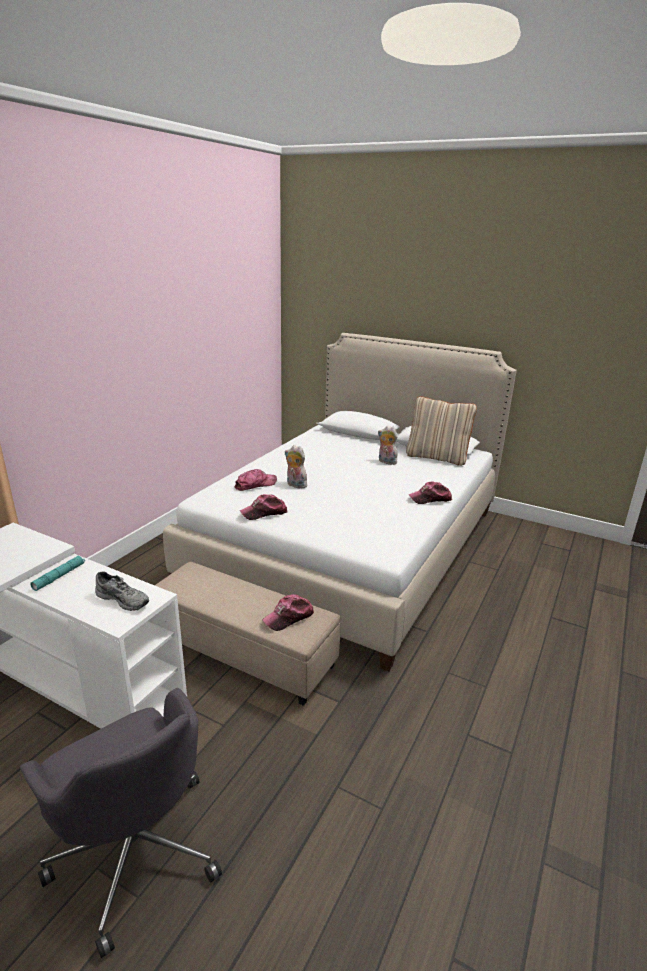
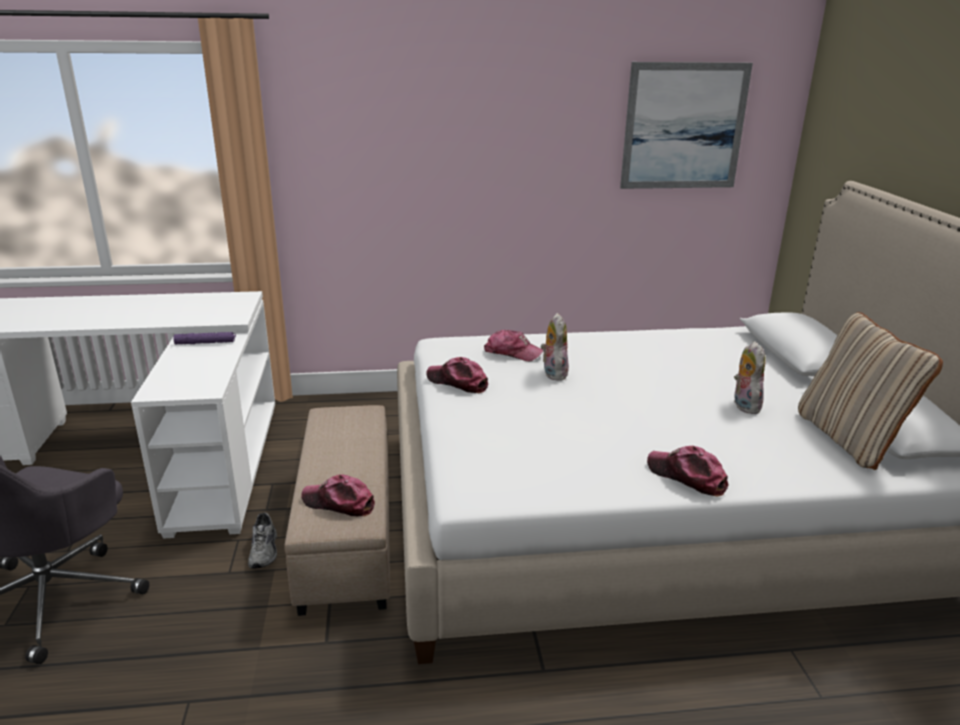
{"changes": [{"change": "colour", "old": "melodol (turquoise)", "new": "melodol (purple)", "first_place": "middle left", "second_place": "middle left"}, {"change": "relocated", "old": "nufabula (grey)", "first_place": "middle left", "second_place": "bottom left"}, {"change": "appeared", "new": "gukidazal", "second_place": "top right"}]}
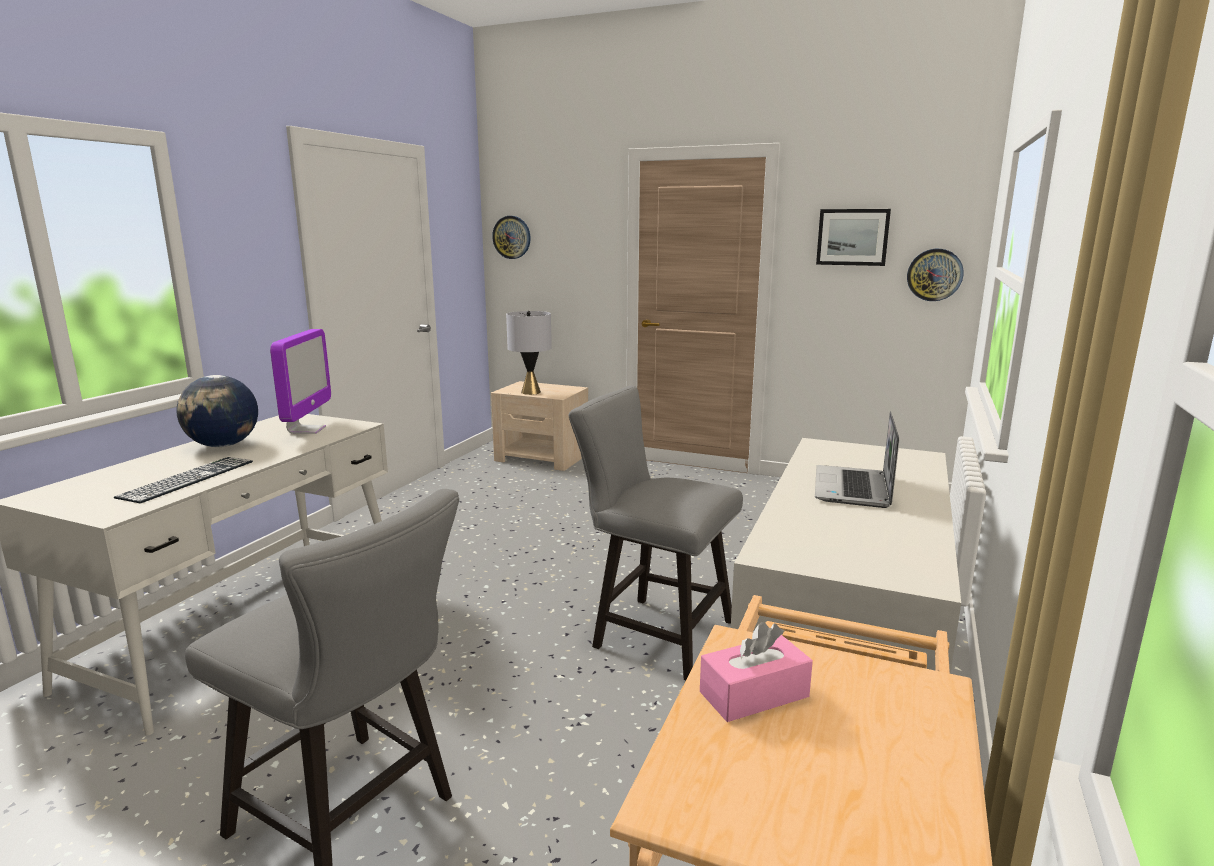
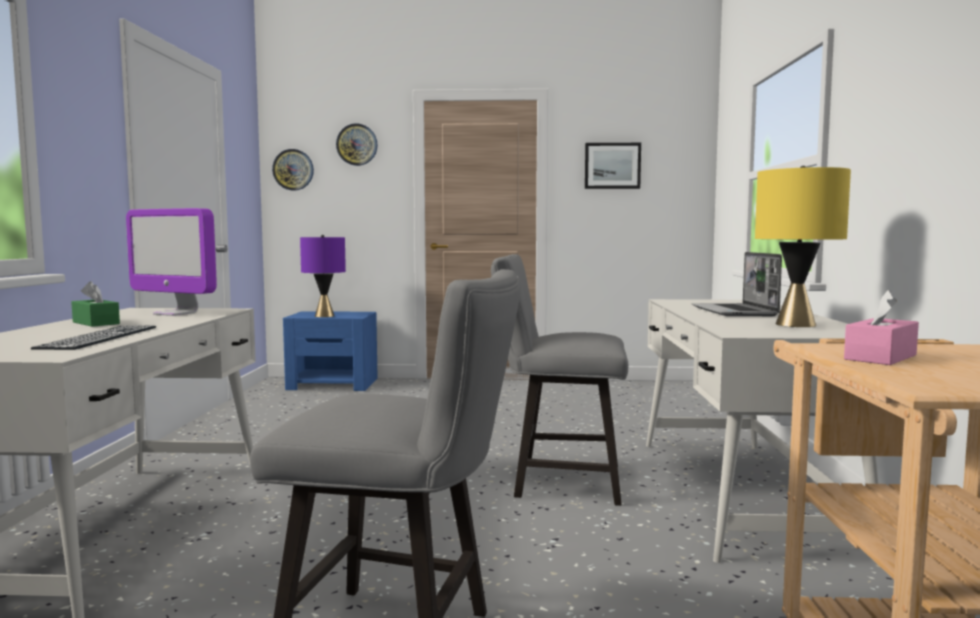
{"changes": [{"change": "exchanged", "old": "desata", "new": "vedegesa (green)", "first_place": "middle left", "second_place": "middle left"}, {"change": "spun", "old": "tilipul", "first_place": "middle left", "second_place": "middle left", "degrees": 135}, {"change": "colour", "old": "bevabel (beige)", "new": "bevabel (blue)", "first_place": "centre", "second_place": "centre"}, {"change": "colour", "old": "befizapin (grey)", "new": "befizapin (purple)", "first_place": "centre", "second_place": "middle left"}, {"change": "relocated", "old": "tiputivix (no. 2 from left)", "first_place": "top right", "second_place": "top centre"}, {"change": "appeared", "new": "befizapin (yellow)", "second_place": "middle right"}]}
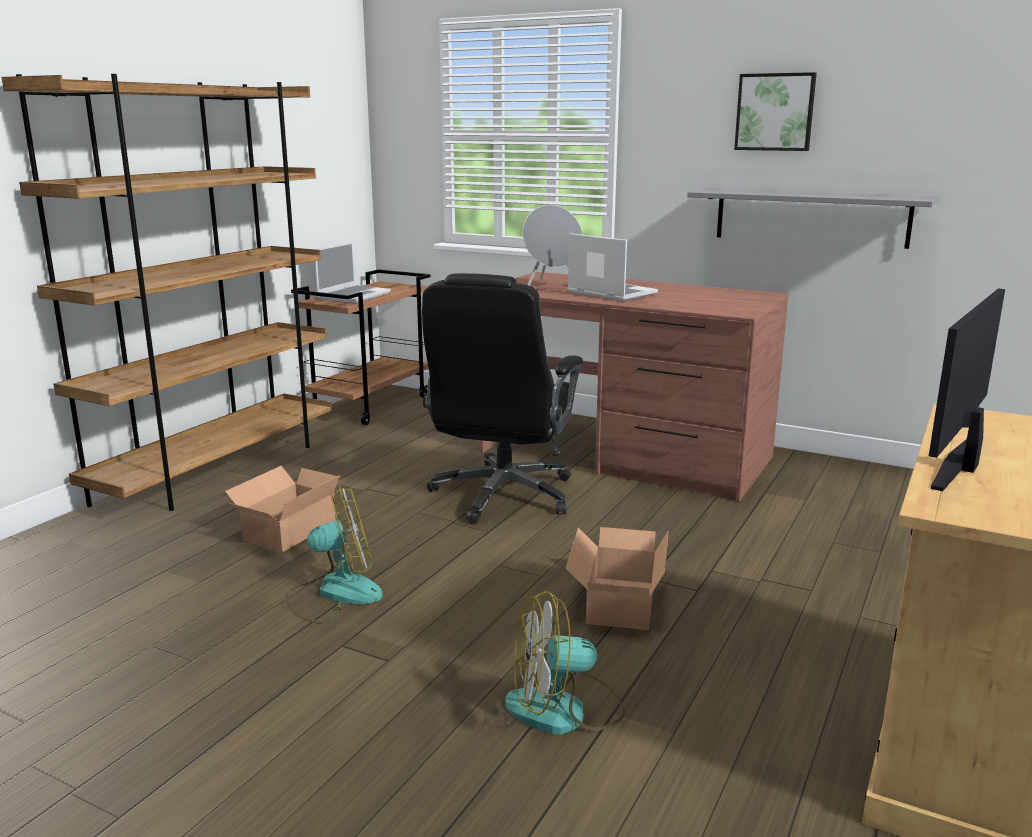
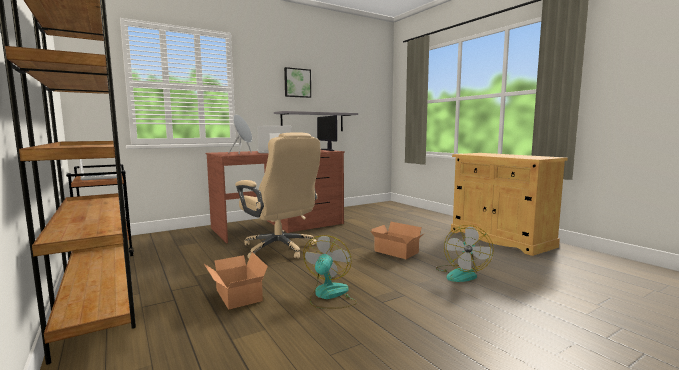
{"changes": [{"change": "colour", "old": "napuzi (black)", "new": "napuzi (beige)", "first_place": "centre", "second_place": "centre"}, {"change": "relocated", "old": "tilipul", "first_place": "middle right", "second_place": "centre"}]}
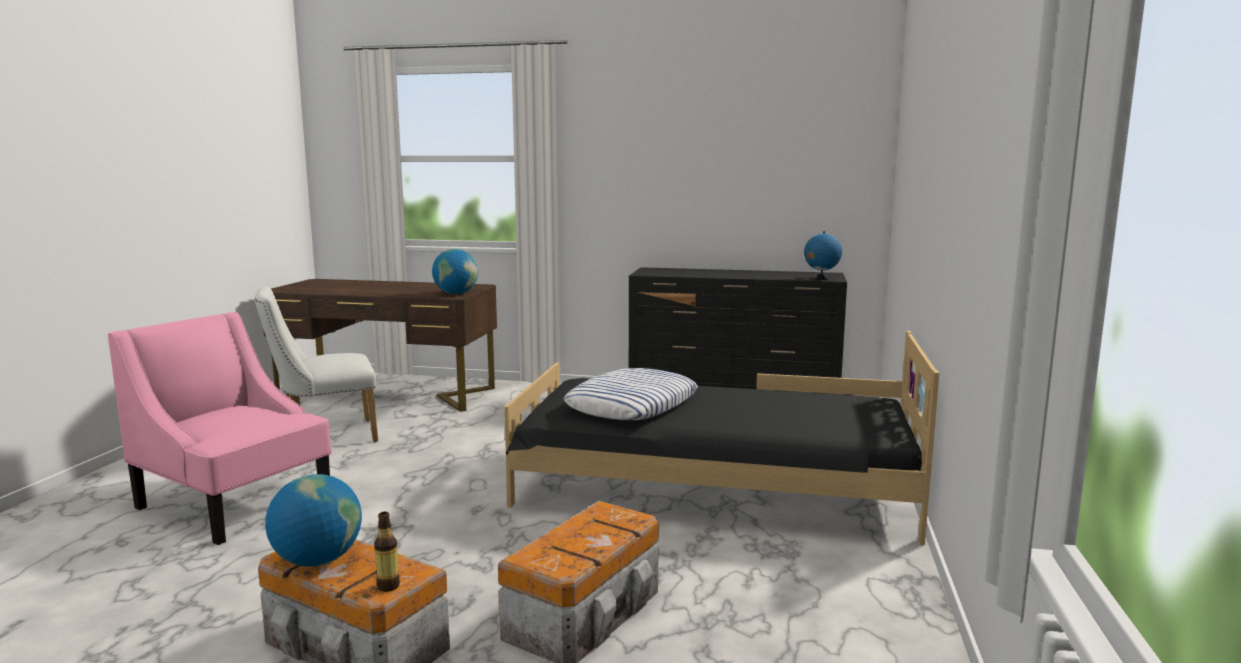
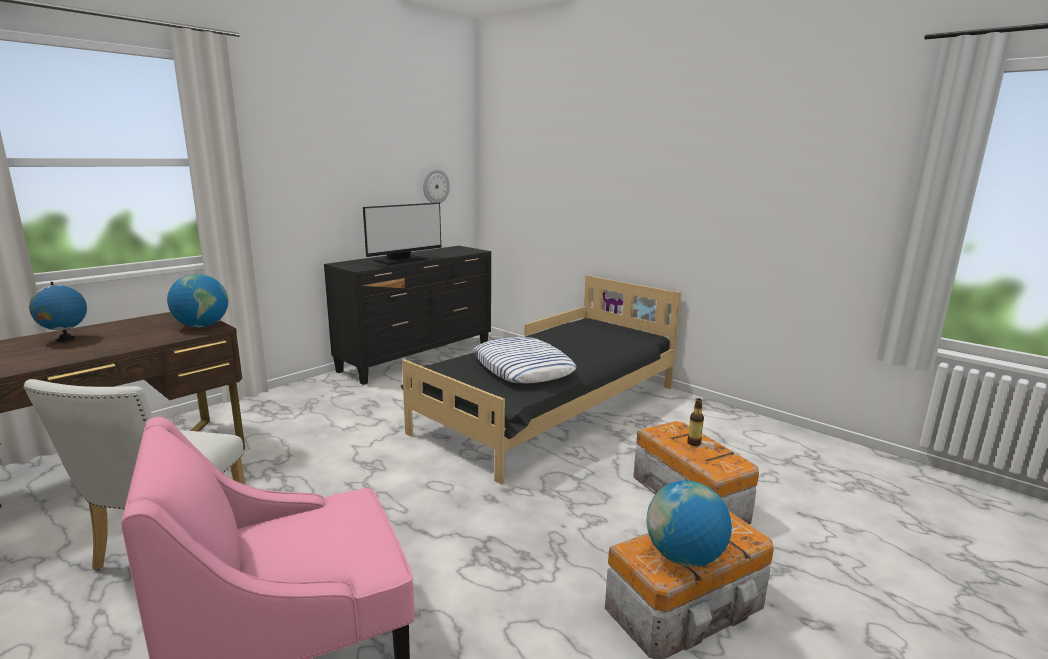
{"changes": [{"change": "relocated", "old": "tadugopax", "first_place": "bottom left", "second_place": "centre"}, {"change": "relocated", "old": "desata (no. 3 from left in the first image)", "new": "desata (no. 1 from left)", "first_place": "centre", "second_place": "middle left"}, {"change": "appeared", "new": "tilipul", "second_place": "centre"}, {"change": "appeared", "new": "tiputivix", "second_place": "top centre"}]}
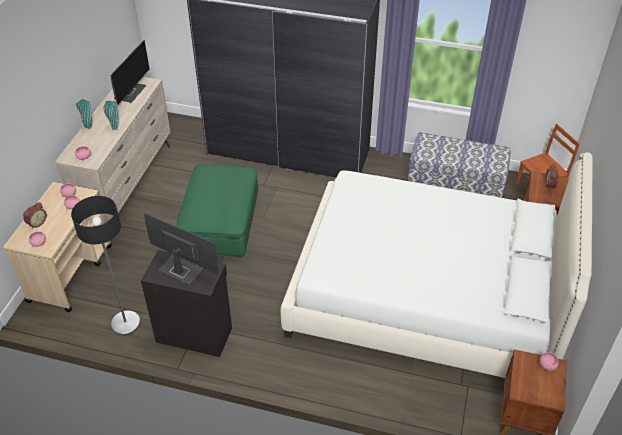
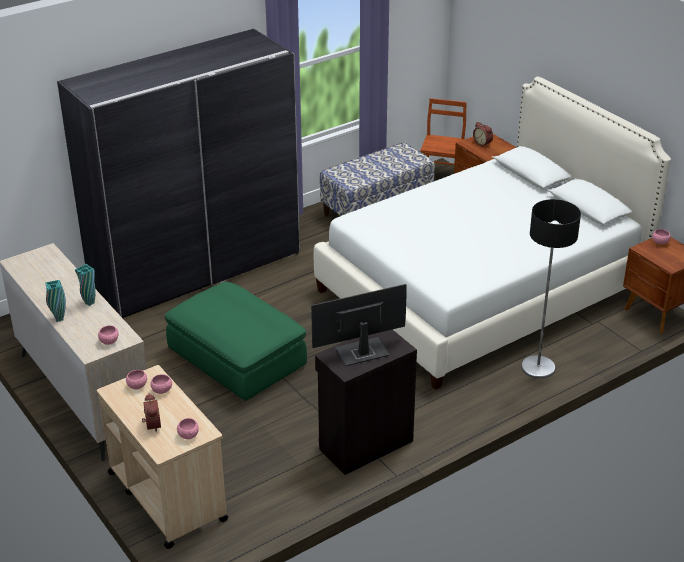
{"changes": [{"change": "relocated", "old": "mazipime", "first_place": "middle left", "second_place": "middle right"}, {"change": "missing", "old": "tilipul (no. 1 from left)", "first_place": "top left"}]}
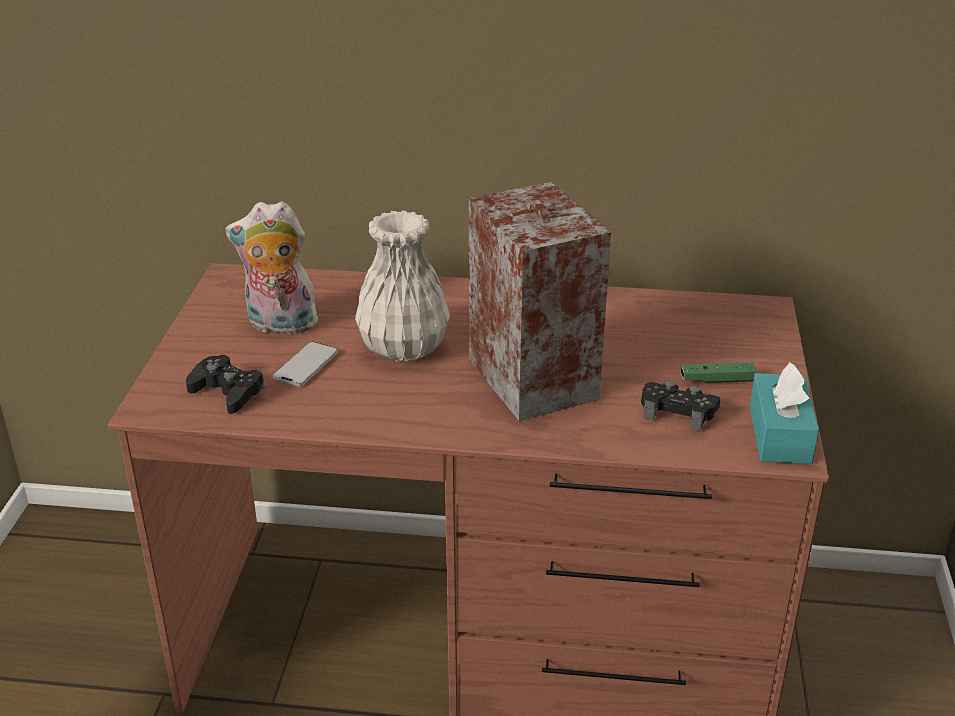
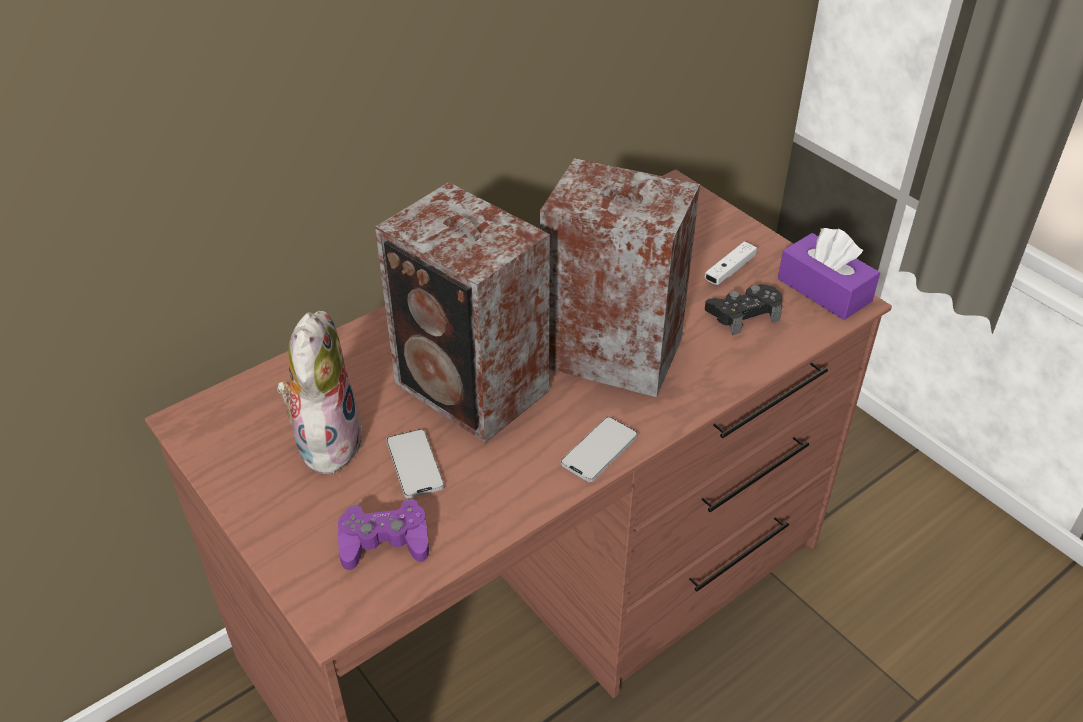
{"changes": [{"change": "colour", "old": "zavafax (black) (no. 1 from left)", "new": "zavafax (purple)", "first_place": "middle left", "second_place": "bottom centre"}, {"change": "spun", "old": "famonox", "first_place": "middle left", "second_place": "middle left", "degrees": 135}, {"change": "exchanged", "old": "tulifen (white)", "new": "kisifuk (no. 1 from left)", "first_place": "centre", "second_place": "centre"}, {"change": "colour", "old": "zavafax (green)", "new": "zavafax (white)", "first_place": "middle right", "second_place": "middle right"}, {"change": "colour", "old": "vedegesa (turquoise)", "new": "vedegesa (purple)", "first_place": "middle right", "second_place": "middle right"}, {"change": "appeared", "new": "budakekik (no. 2 from left)", "second_place": "centre"}]}
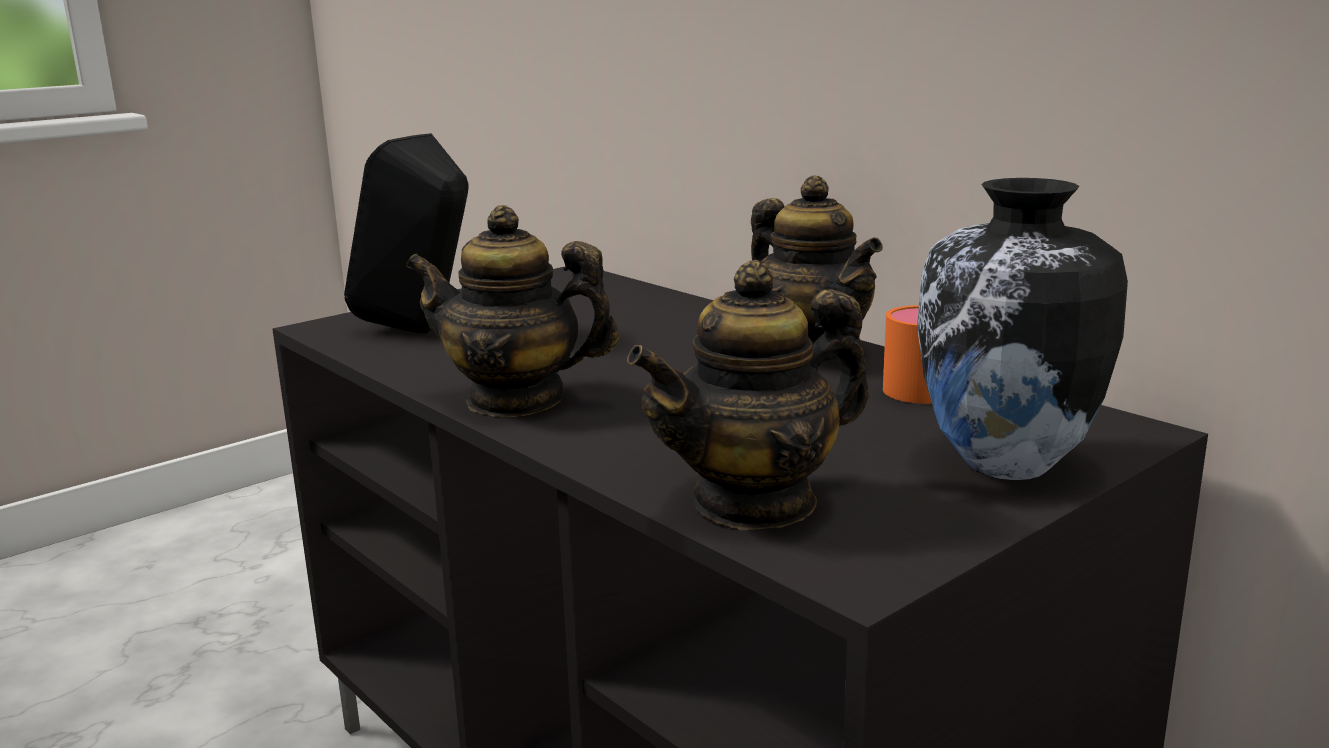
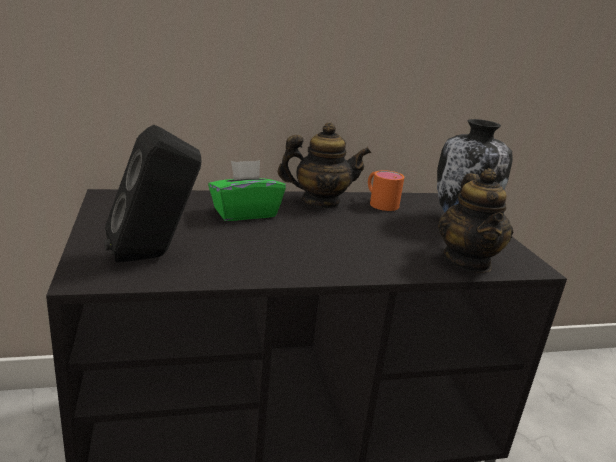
{"changes": [{"change": "missing", "old": "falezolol (no. 1 from left)", "first_place": "centre"}, {"change": "appeared", "new": "vedegesa (green)", "second_place": "centre"}]}
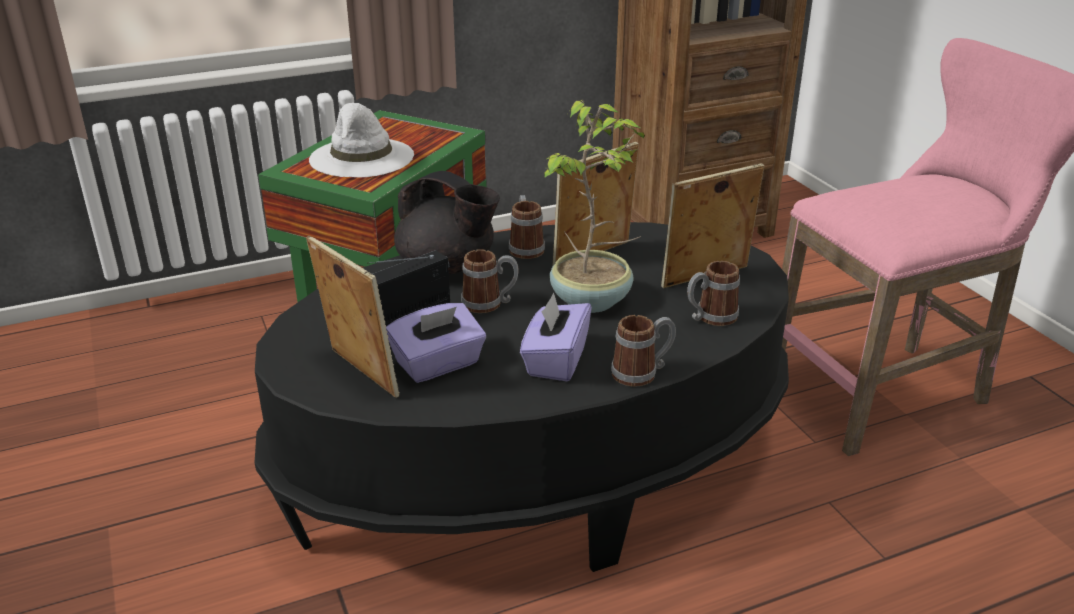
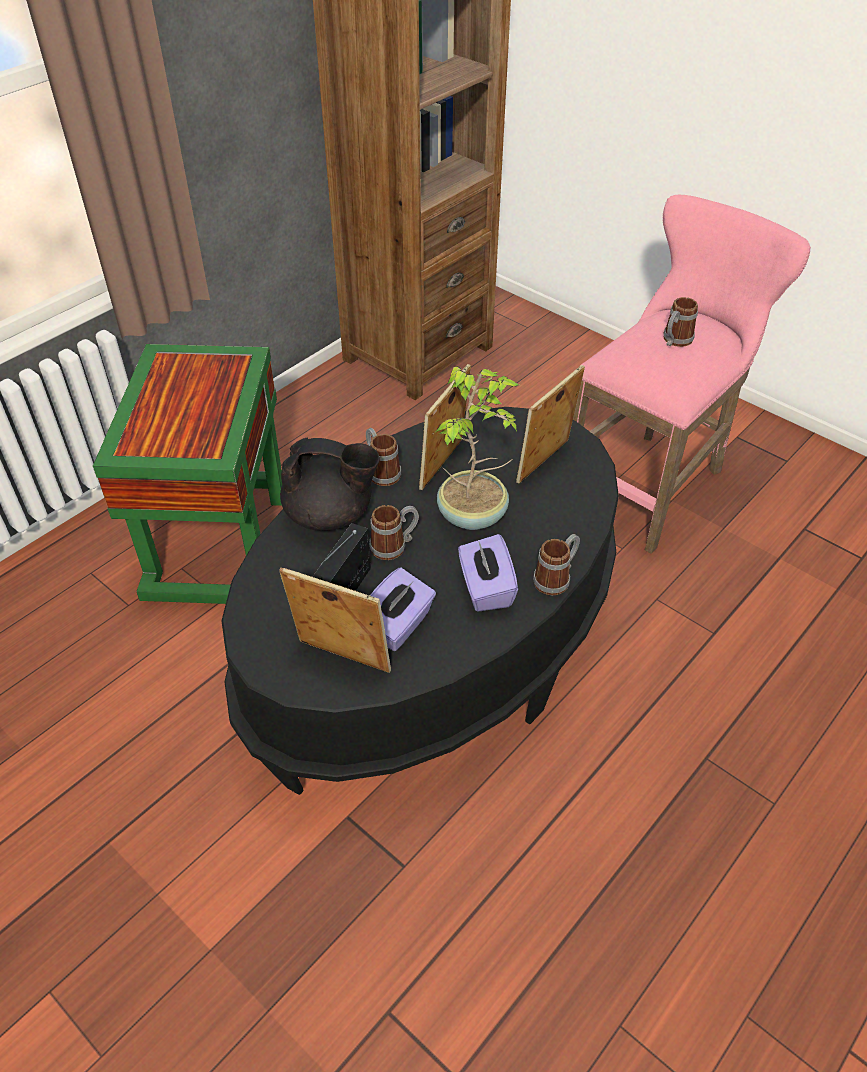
{"changes": [{"change": "missing", "old": "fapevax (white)", "first_place": "top centre"}, {"change": "relocated", "old": "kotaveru (no. 4 from left)", "first_place": "centre", "second_place": "top right"}]}
